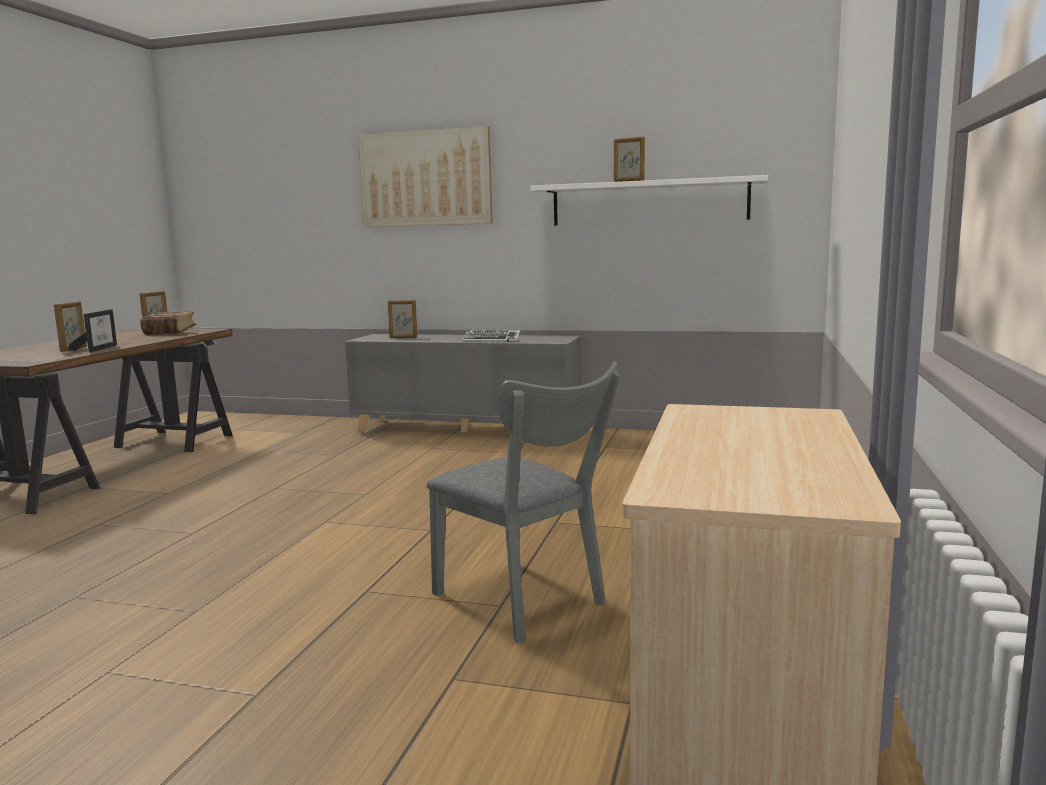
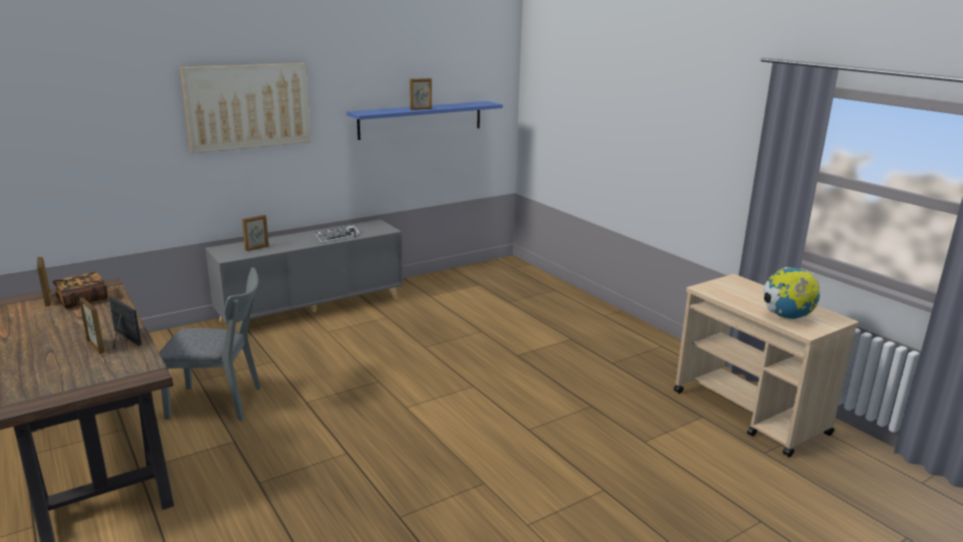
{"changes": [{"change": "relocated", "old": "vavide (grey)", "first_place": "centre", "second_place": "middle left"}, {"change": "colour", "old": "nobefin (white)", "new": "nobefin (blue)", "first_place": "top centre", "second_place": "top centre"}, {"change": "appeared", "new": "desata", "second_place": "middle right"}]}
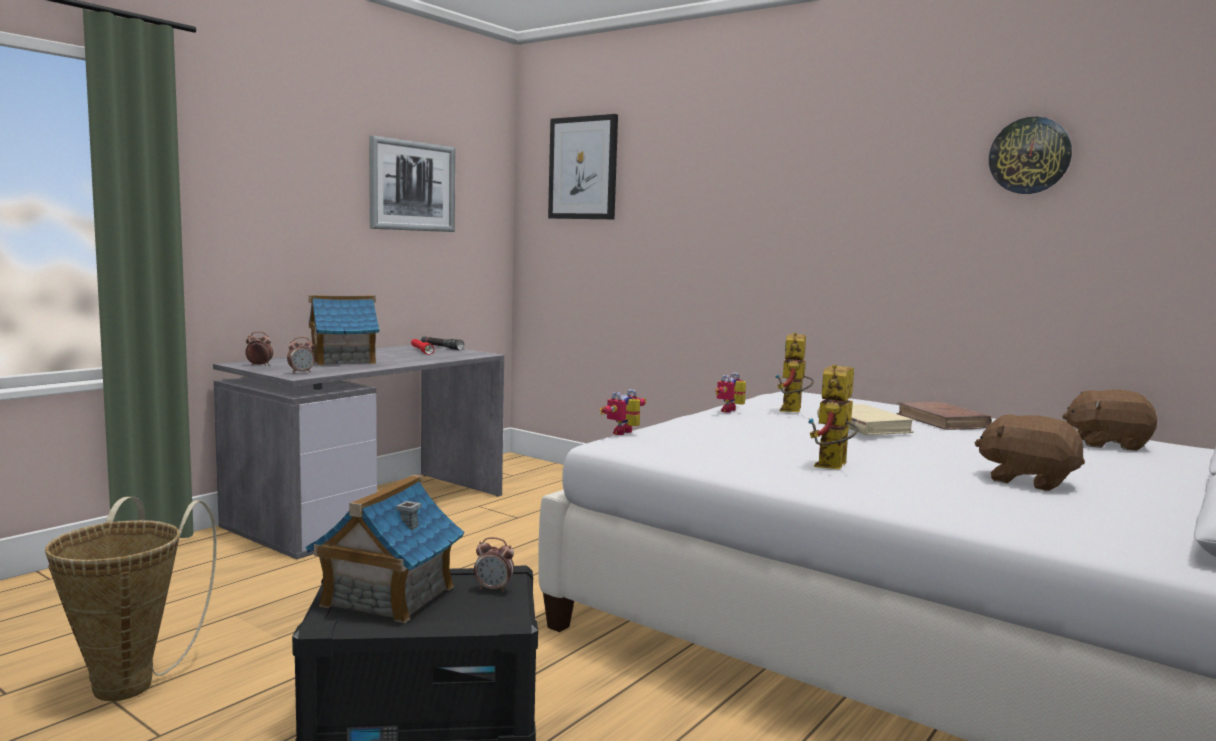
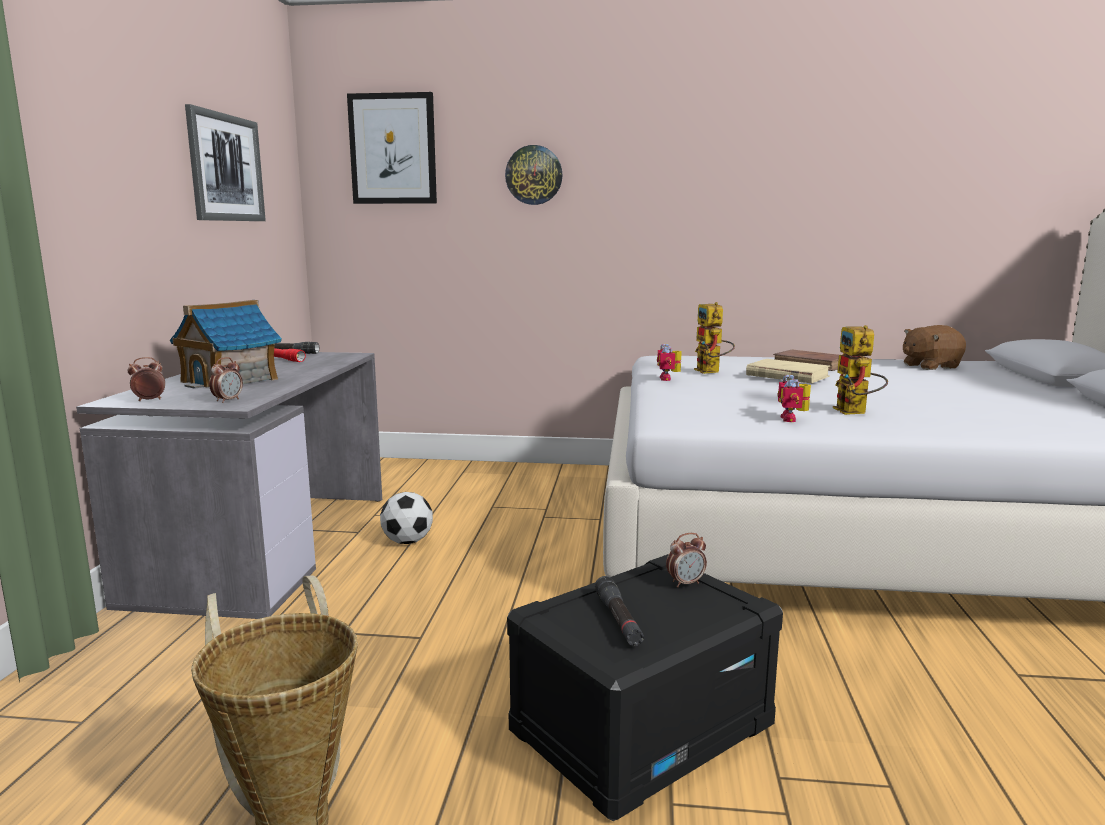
{"changes": [{"change": "exchanged", "old": "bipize (no. 2 from left)", "new": "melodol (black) (no. 2 from left)", "first_place": "bottom left", "second_place": "bottom centre"}, {"change": "relocated", "old": "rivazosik (no. 1 from left in the first image)", "new": "rivazosik (no. 3 from left)", "first_place": "centre", "second_place": "middle right"}, {"change": "missing", "old": "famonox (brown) (no. 1 from left)", "first_place": "middle right"}, {"change": "relocated", "old": "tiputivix", "first_place": "top right", "second_place": "top centre"}, {"change": "appeared", "new": "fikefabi", "second_place": "centre"}]}
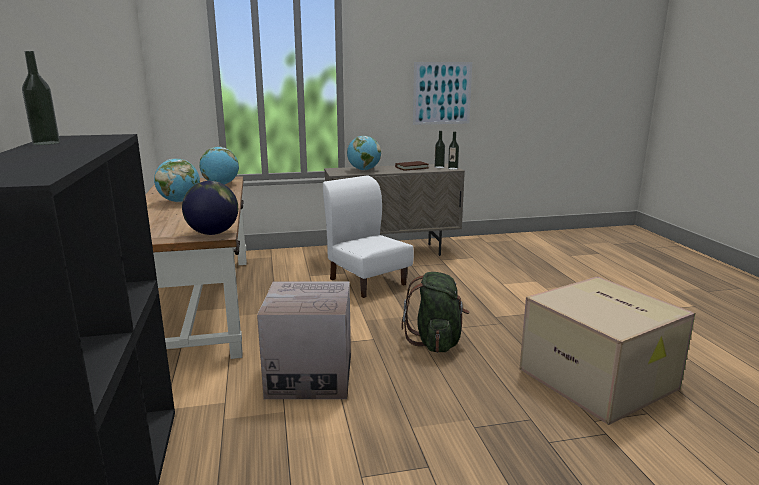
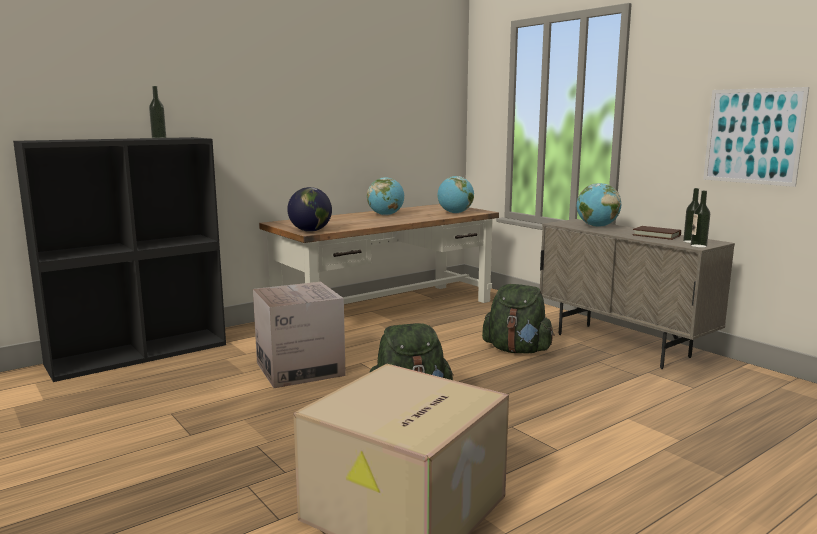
{"changes": [{"change": "exchanged", "old": "vavide (white)", "new": "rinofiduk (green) (no. 2 from left)", "first_place": "centre", "second_place": "centre"}]}
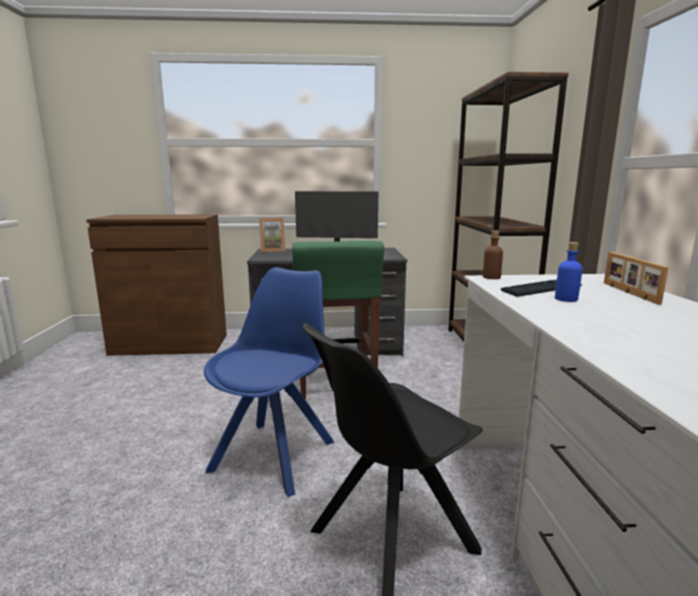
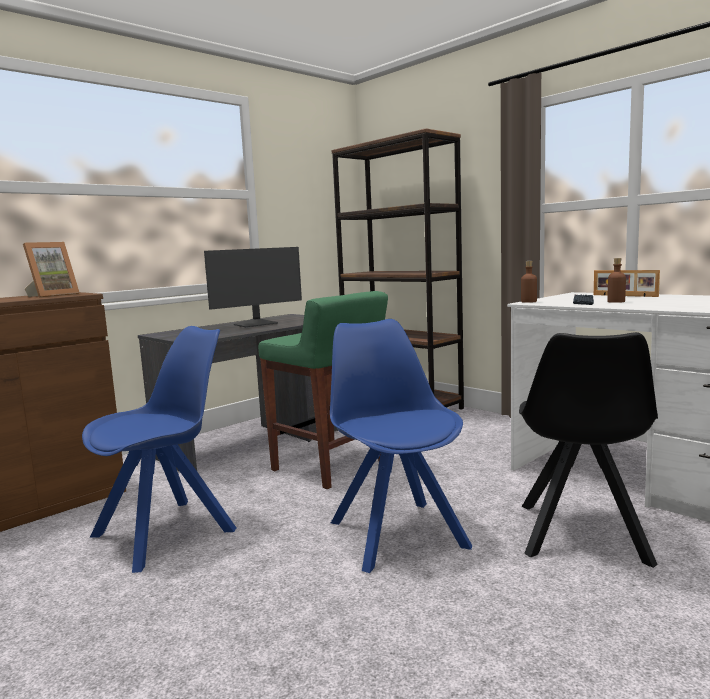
{"changes": [{"change": "relocated", "old": "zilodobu (no. 1 from left)", "first_place": "centre", "second_place": "middle left"}, {"change": "colour", "old": "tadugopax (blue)", "new": "tadugopax (brown) (no. 2 from left)", "first_place": "middle right", "second_place": "middle right"}, {"change": "appeared", "new": "vavide (blue) (no. 1 from left)", "second_place": "middle left"}]}
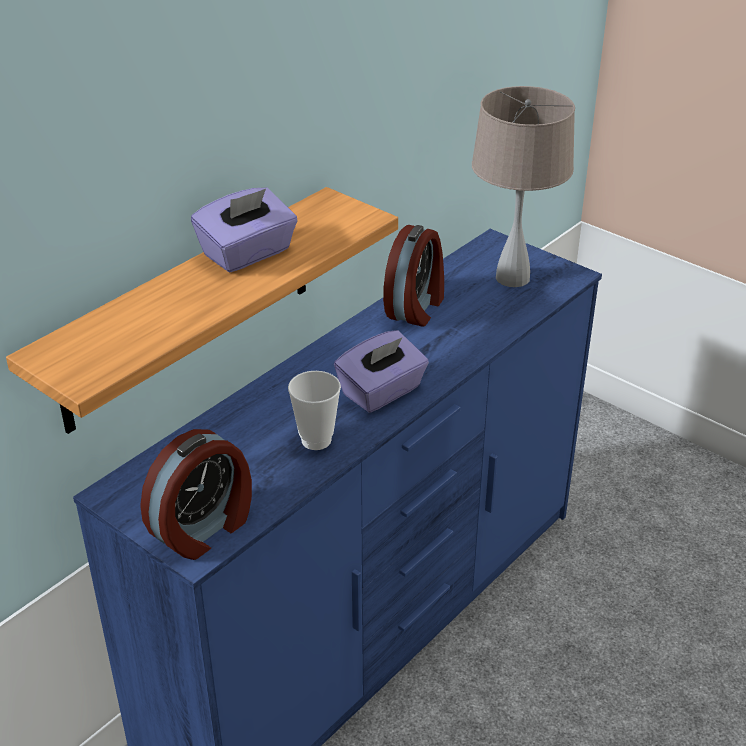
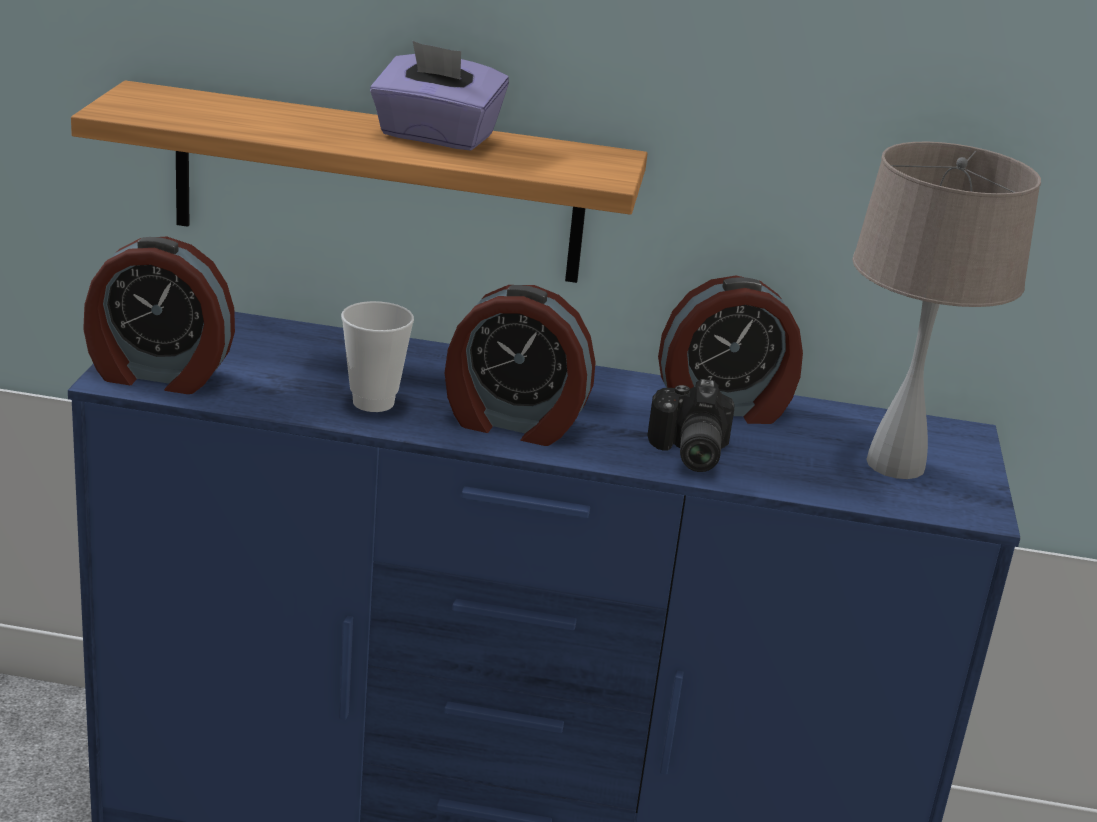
{"changes": [{"change": "exchanged", "old": "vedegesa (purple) (no. 2 from left)", "new": "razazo (no. 2 from left)", "first_place": "centre", "second_place": "centre"}, {"change": "appeared", "new": "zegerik", "second_place": "centre"}]}
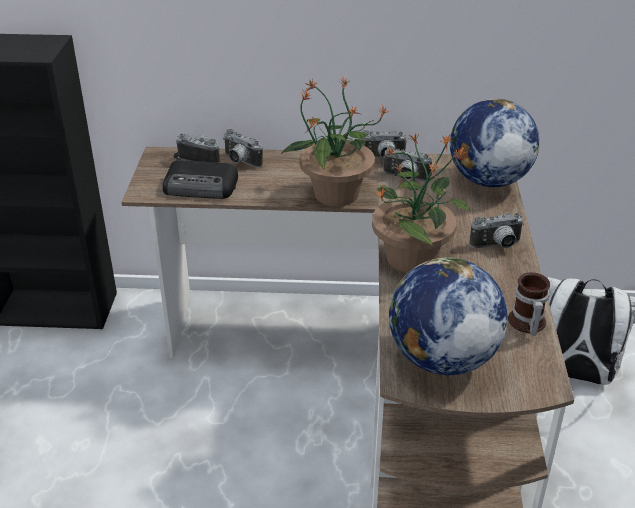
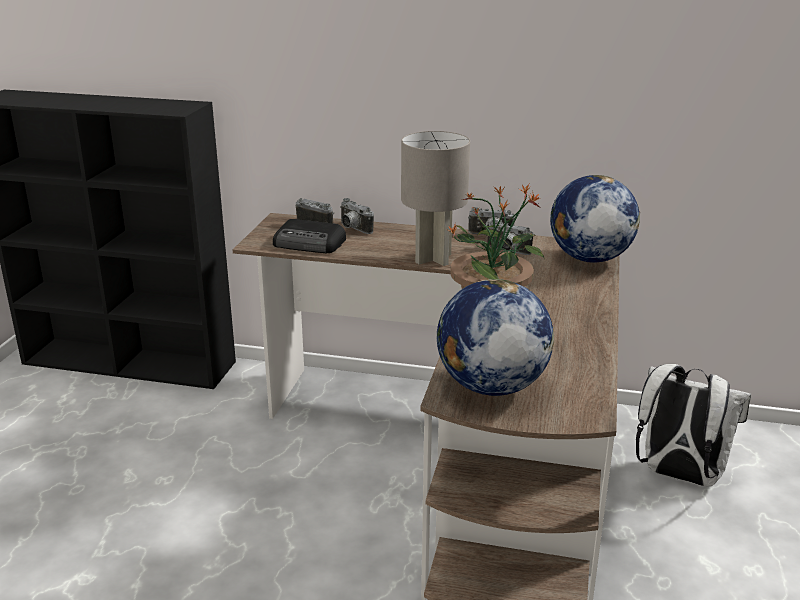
{"changes": [{"change": "exchanged", "old": "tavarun (no. 1 from left)", "new": "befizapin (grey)", "first_place": "top centre", "second_place": "top centre"}, {"change": "missing", "old": "zegerik (no. 5 from left)", "first_place": "middle right"}, {"change": "missing", "old": "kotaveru", "first_place": "middle right"}]}
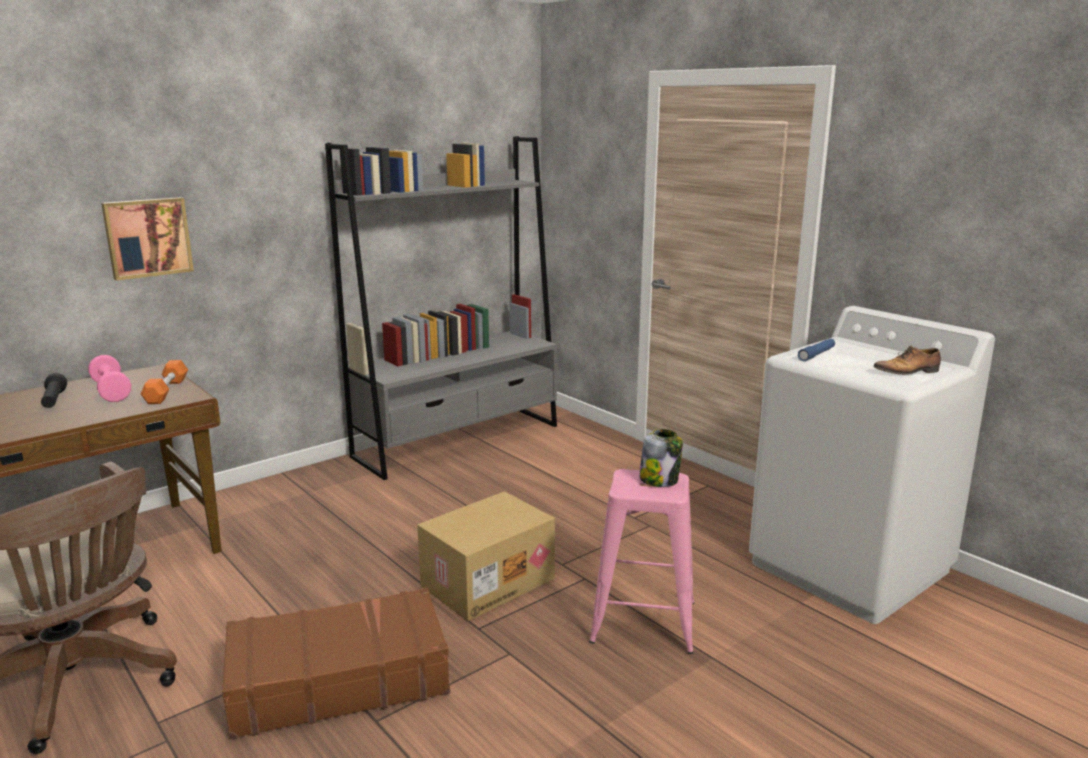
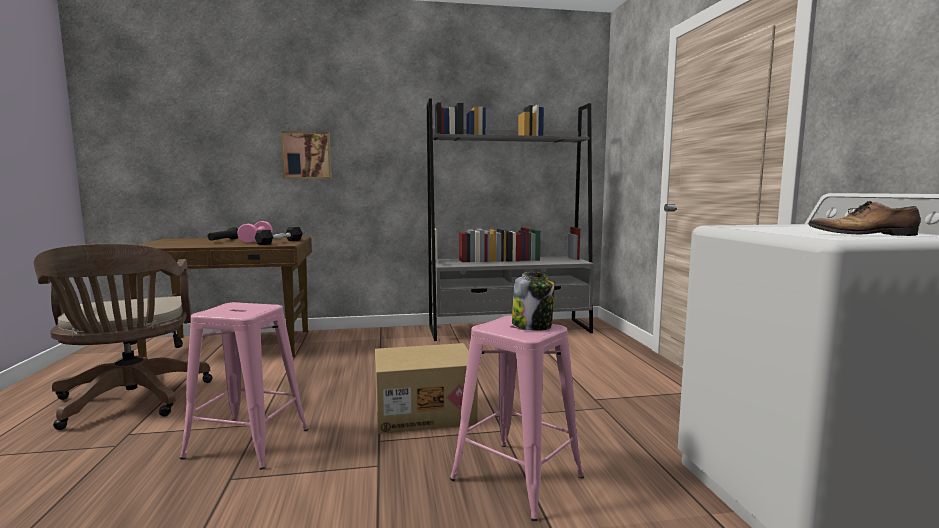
{"changes": [{"change": "colour", "old": "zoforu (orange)", "new": "zoforu (black)", "first_place": "middle left", "second_place": "middle left"}, {"change": "exchanged", "old": "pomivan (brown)", "new": "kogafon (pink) (no. 1 from left)", "first_place": "bottom left", "second_place": "bottom left"}, {"change": "missing", "old": "melodol (blue)", "first_place": "middle right"}]}
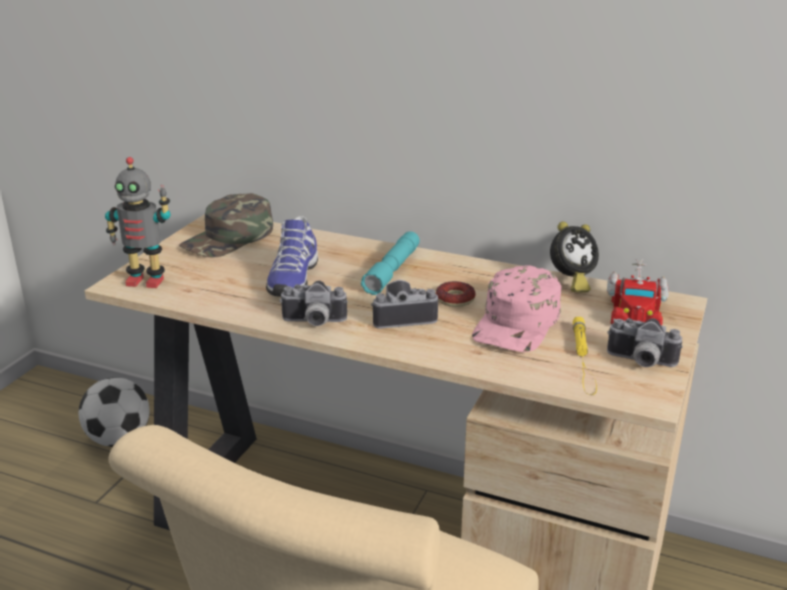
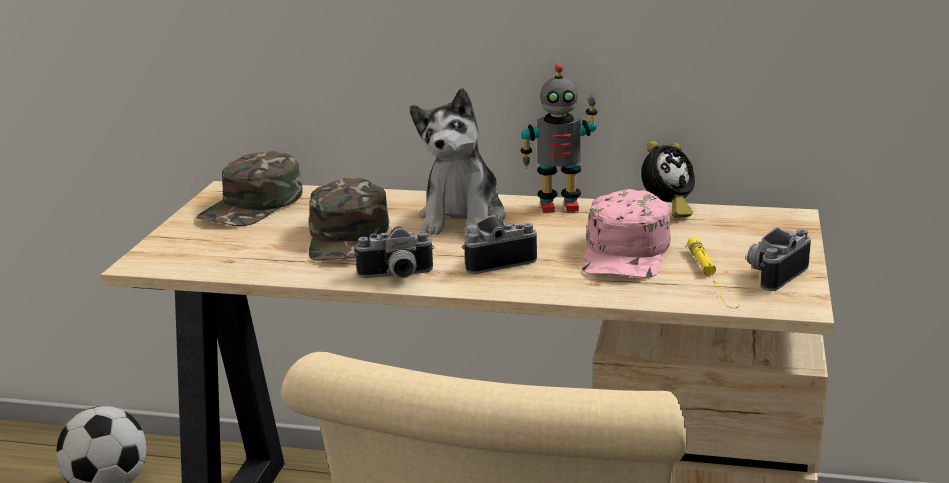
{"changes": [{"change": "relocated", "old": "rivazosik", "first_place": "middle left", "second_place": "top centre"}, {"change": "exchanged", "old": "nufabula", "new": "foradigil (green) (no. 2 from left)", "first_place": "centre", "second_place": "centre"}, {"change": "exchanged", "old": "melodol (turquoise)", "new": "famonox", "first_place": "centre", "second_place": "centre"}, {"change": "missing", "old": "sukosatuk", "first_place": "centre"}, {"change": "missing", "old": "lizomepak", "first_place": "middle right"}, {"change": "spun", "old": "zegerik (no. 3 from left)", "first_place": "middle right", "second_place": "middle right", "degrees": 120}]}
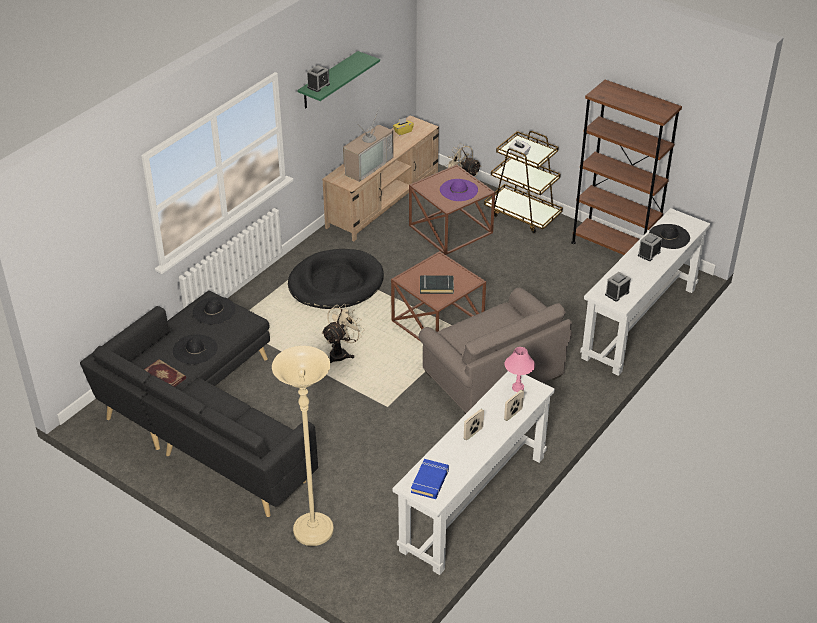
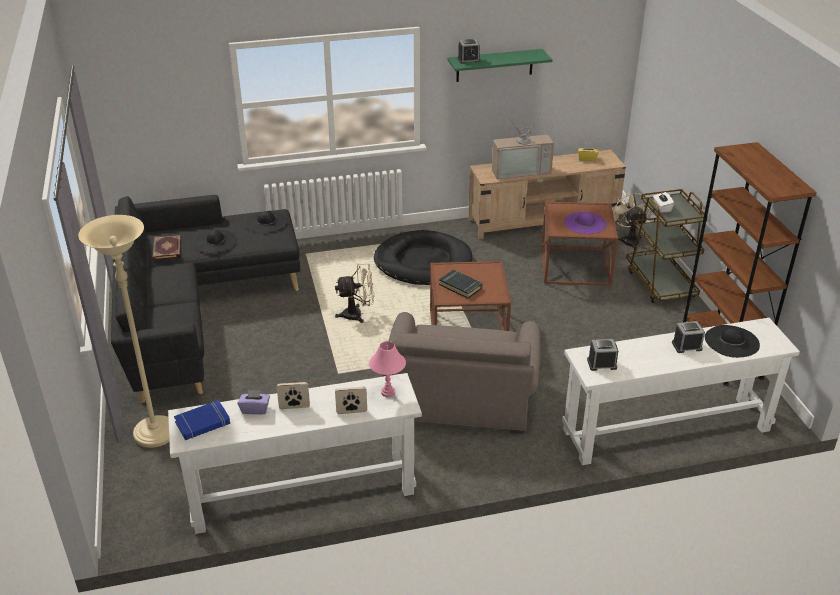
{"changes": [{"change": "appeared", "new": "vedegesa (purple)", "second_place": "bottom left"}]}
